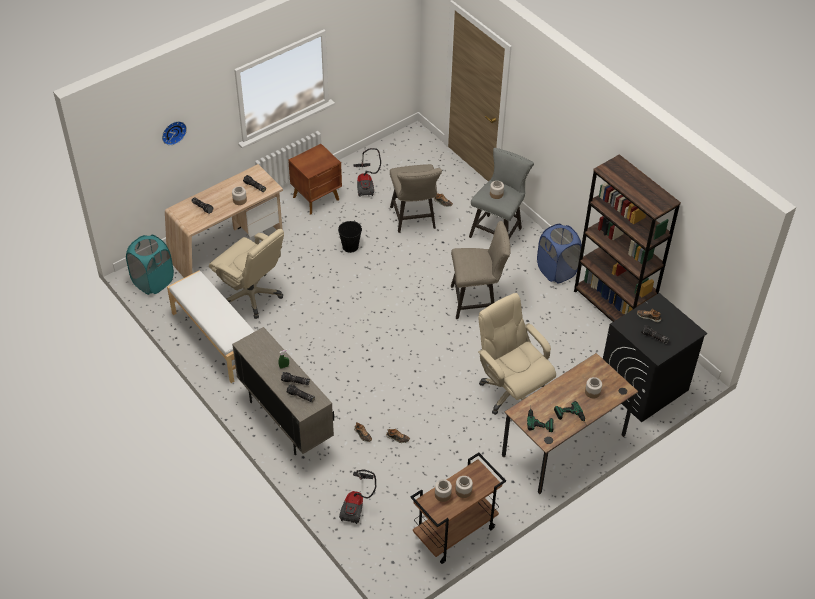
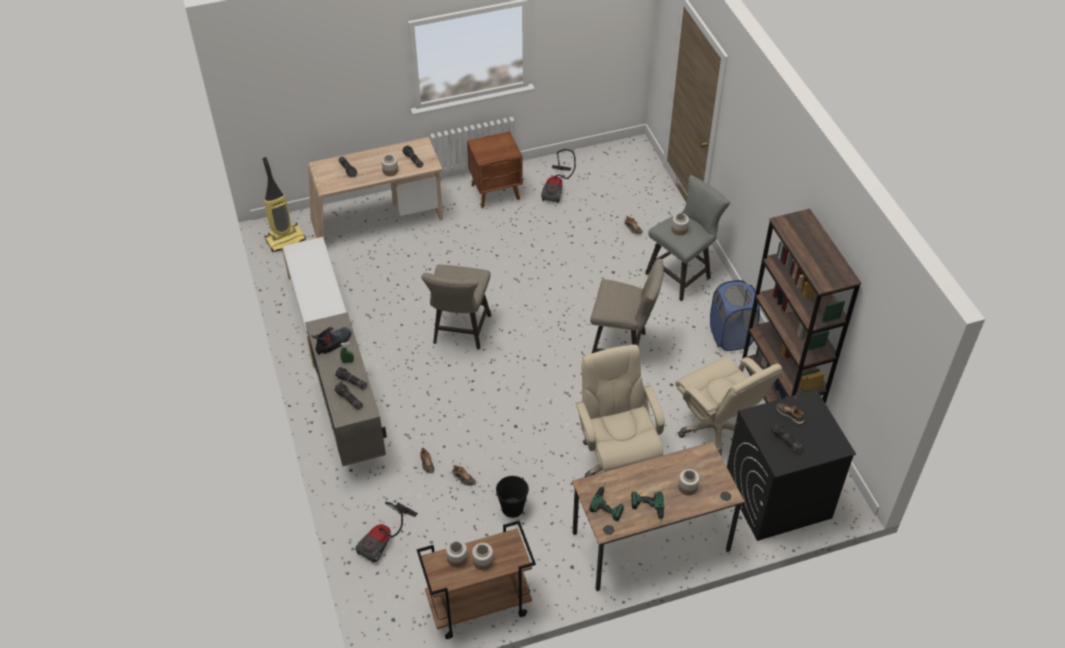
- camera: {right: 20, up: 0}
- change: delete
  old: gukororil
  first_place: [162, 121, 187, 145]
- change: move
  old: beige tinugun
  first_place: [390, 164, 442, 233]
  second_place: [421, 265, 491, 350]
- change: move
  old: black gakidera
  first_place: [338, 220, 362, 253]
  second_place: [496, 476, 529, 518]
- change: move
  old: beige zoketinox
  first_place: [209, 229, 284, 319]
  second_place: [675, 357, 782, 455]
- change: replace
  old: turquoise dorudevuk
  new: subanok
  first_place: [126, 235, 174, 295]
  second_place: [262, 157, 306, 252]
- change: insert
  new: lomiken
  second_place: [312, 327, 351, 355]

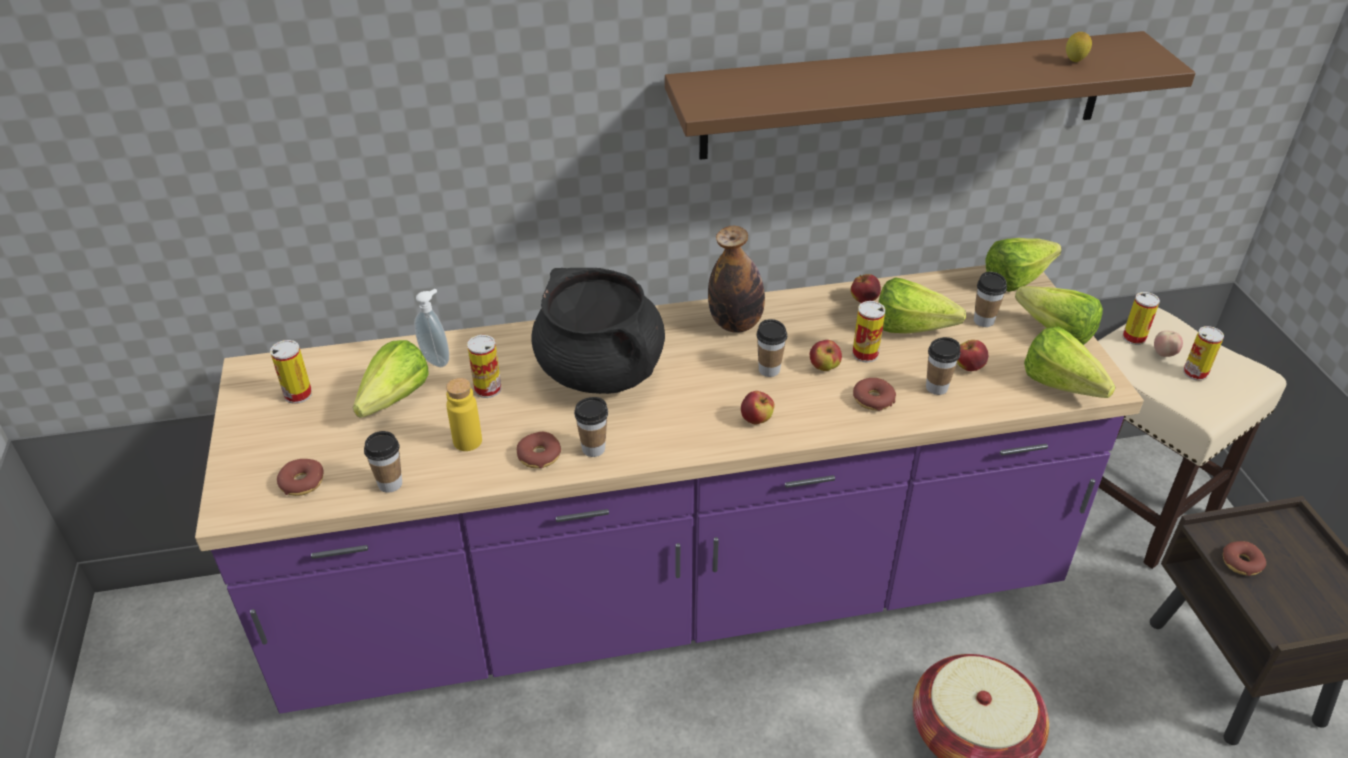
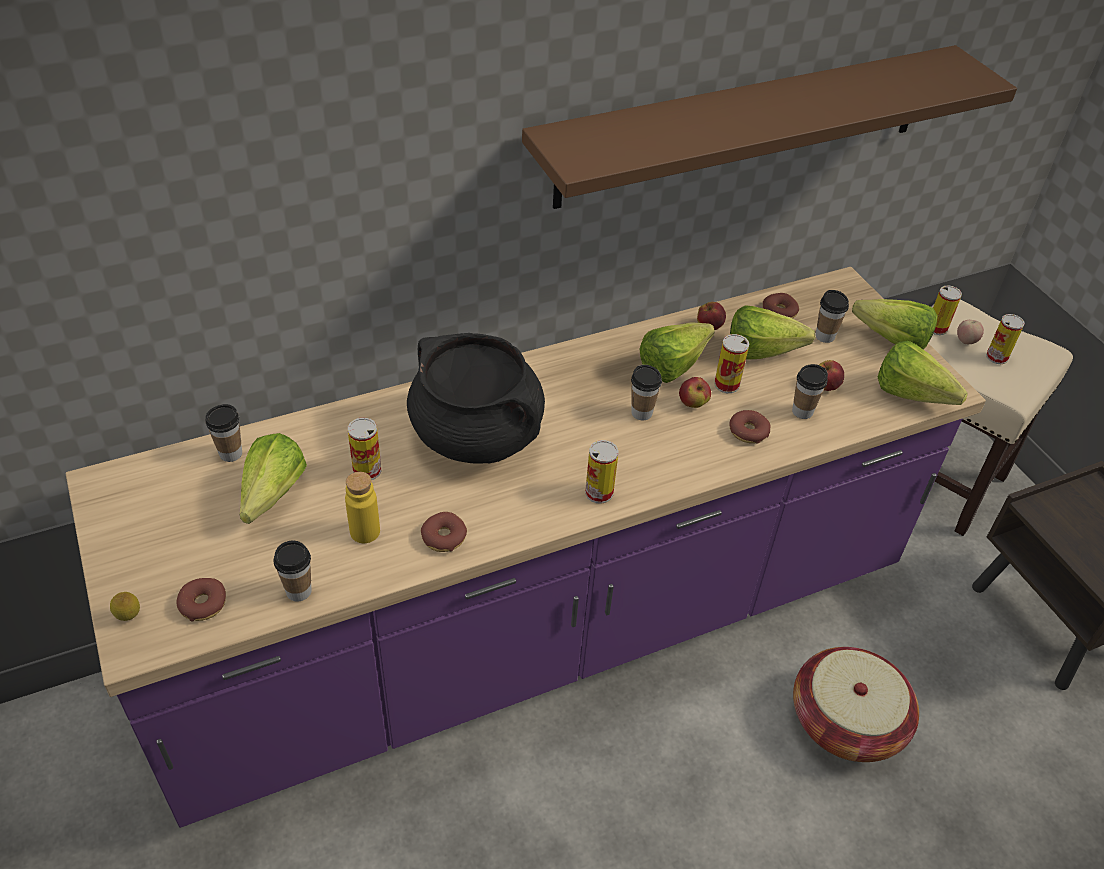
- camera: {right: -15, up: 5}
- change: move
  old: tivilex
  first_place: [1066, 32, 1092, 62]
  second_place: [110, 592, 140, 621]
- change: delete
  old: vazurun
  first_place: [708, 226, 765, 333]
- change: move
  old: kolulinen
  first_place: [986, 238, 1061, 292]
  second_place: [639, 322, 715, 383]
- change: delete
  old: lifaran
  first_place: [414, 289, 449, 367]
- change: move
  old: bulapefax
  first_place: [270, 340, 312, 404]
  second_place: [585, 440, 618, 504]
- change: delete
  old: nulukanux
  first_place: [741, 391, 775, 424]
- change: move
  old: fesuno
  first_place: [574, 397, 608, 457]
  second_place: [205, 404, 242, 462]
- change: move
  old: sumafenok
  first_place: [1223, 541, 1266, 576]
  second_place: [763, 293, 799, 318]

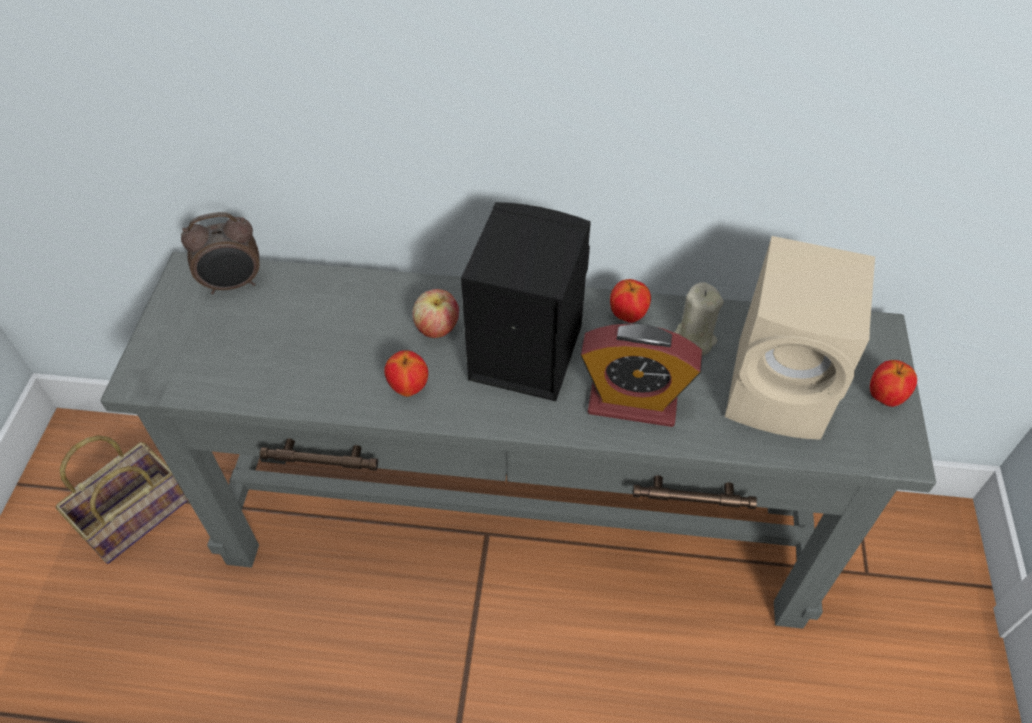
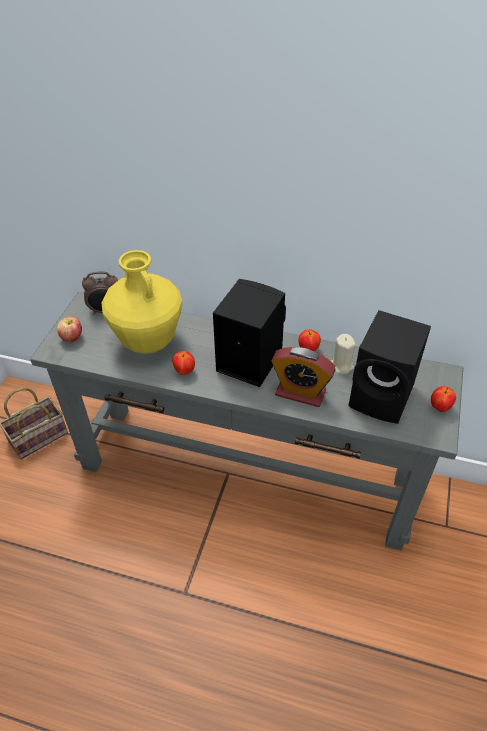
- camera: {right: 10, up: -5}
- change: recolor
  old: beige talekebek
  new: black talekebek
  first_place: [725, 236, 875, 440]
  second_place: [348, 310, 431, 424]
- change: move
  old: nulukanux
  first_place: [413, 289, 459, 338]
  second_place: [57, 316, 82, 342]
- change: insert
  new: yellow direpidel
  second_place: [101, 250, 182, 354]

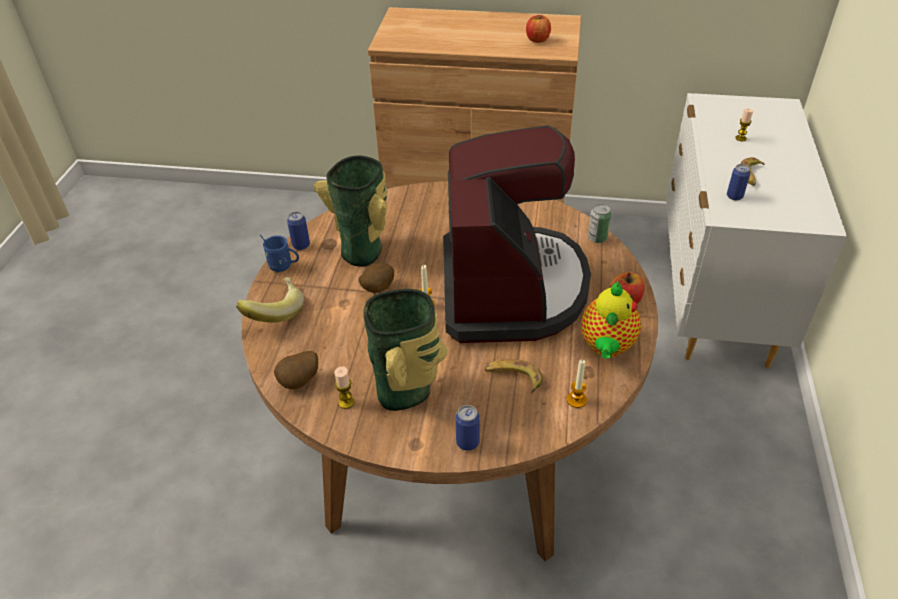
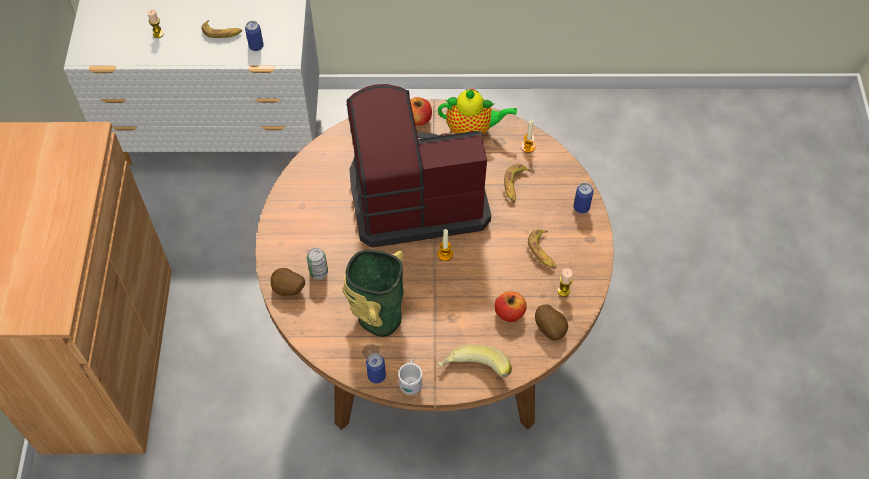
- camera: {right: -100, up: 15}
- change: move
  old: nulukanux
  first_place: [526, 15, 551, 43]
  second_place: [495, 291, 526, 322]
- change: move
  old: bulapefax
  first_place: [588, 204, 611, 243]
  second_place: [307, 248, 328, 280]
- change: recolor
  old: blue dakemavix
  new: white dakemavix
  first_place: [260, 235, 299, 272]
  second_place: [398, 359, 422, 395]
- change: move
  old: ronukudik
  first_place: [358, 263, 394, 293]
  second_place: [271, 268, 305, 296]
- change: replace
  old: direpidel
  new: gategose
  first_place: [363, 289, 448, 411]
  second_place: [528, 229, 556, 269]

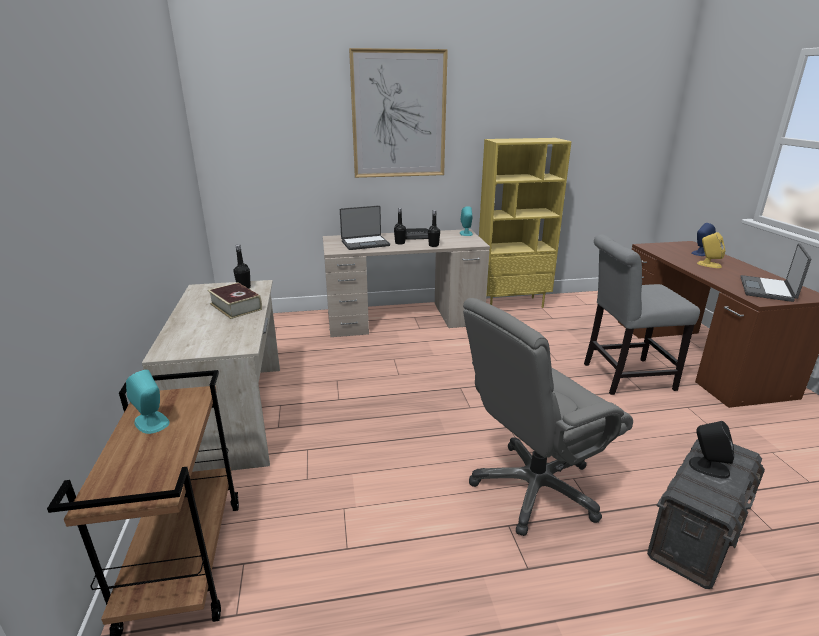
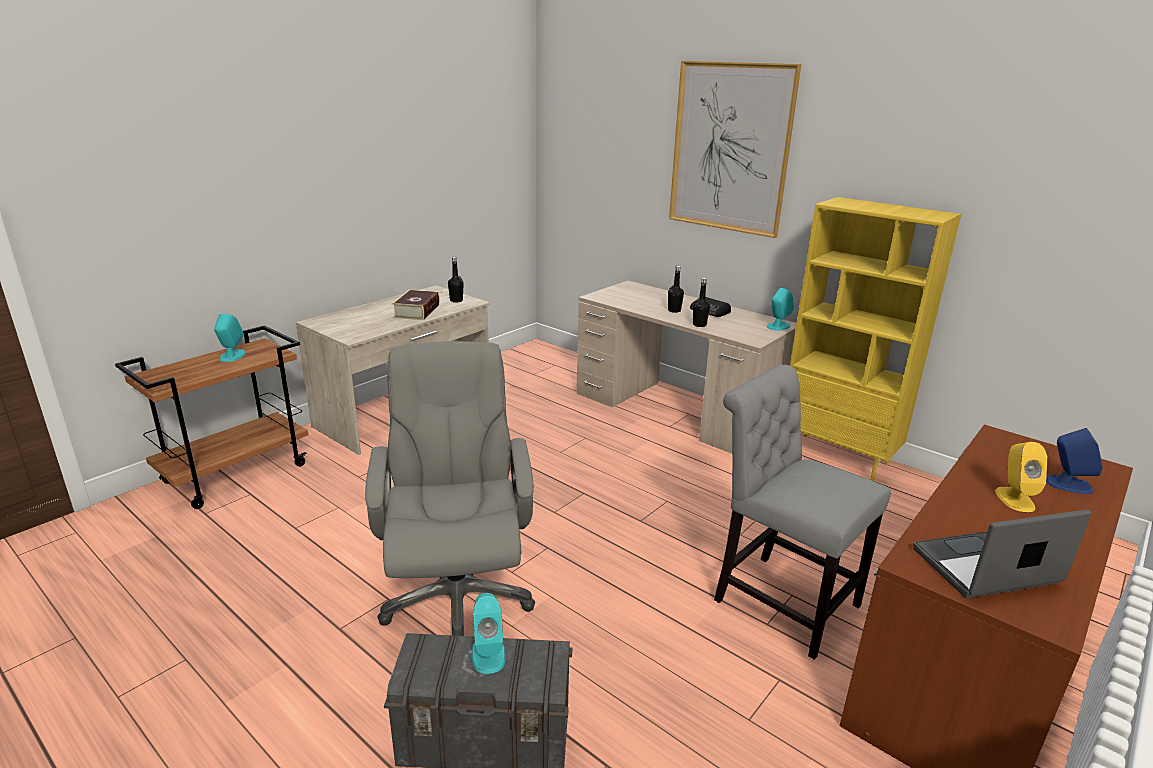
- camera: {right: 50, up: 0}
- change: delete
  old: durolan
  first_place: [340, 206, 390, 250]
- change: rotate
  old: grey zoketinox
  first_place: [463, 298, 633, 536]
  second_place: [365, 341, 535, 636]
  degrees: 60
- change: recolor
  old: black talekebek
  new: turquoise talekebek
  first_place: [689, 421, 734, 479]
  second_place: [472, 593, 506, 674]

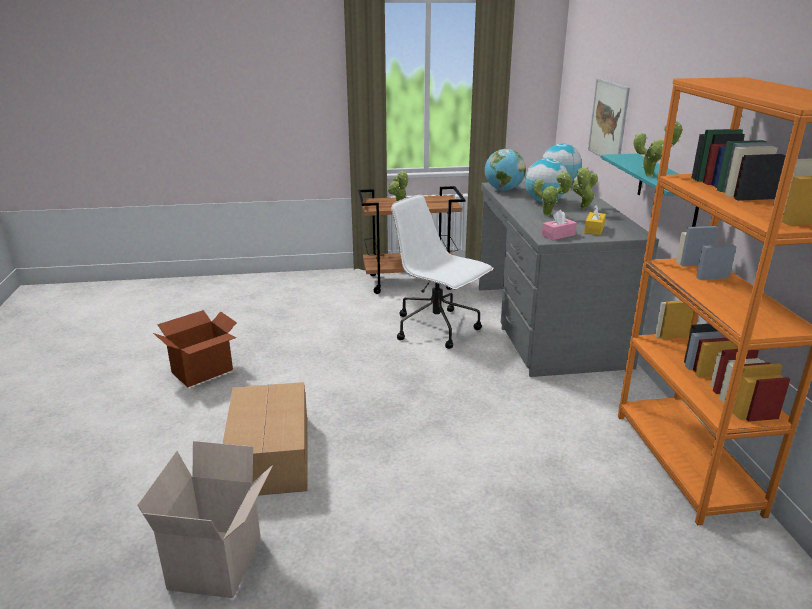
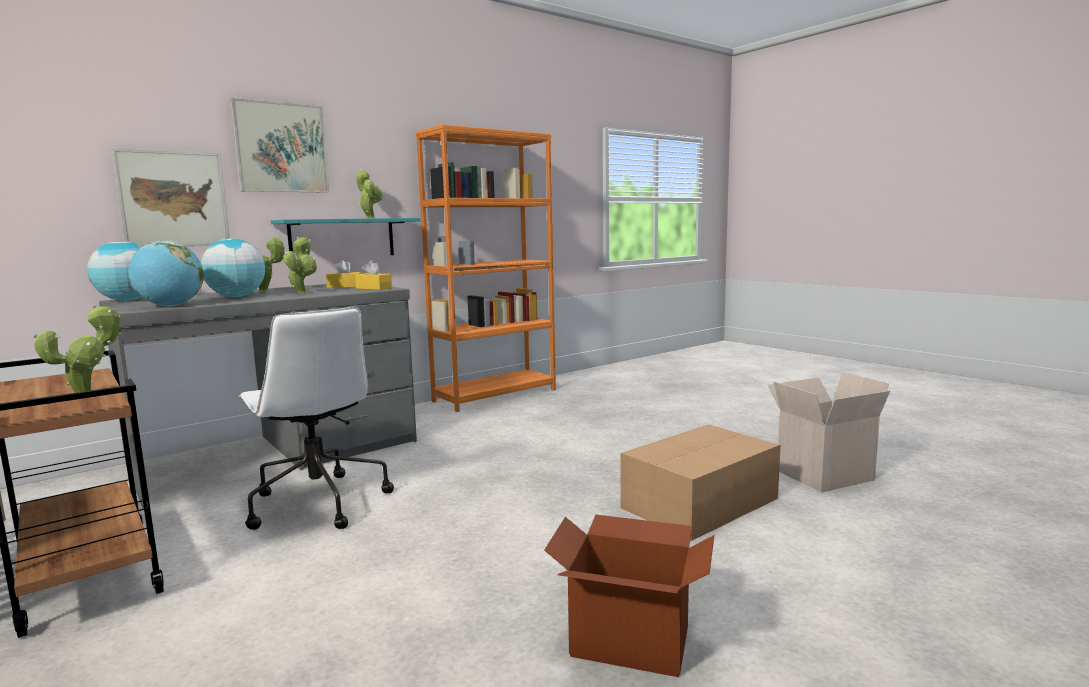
- camera: {right: -120, up: -15}
- change: rotate
  old: white zoketinox
  first_place: [391, 195, 494, 349]
  second_place: [238, 307, 394, 530]
  degrees: -45
- change: recolor
  old: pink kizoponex
  new: yellow kizoponex
  first_place: [542, 210, 577, 240]
  second_place: [355, 261, 392, 290]
- change: insert
  new: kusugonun
  second_place: [230, 98, 329, 193]

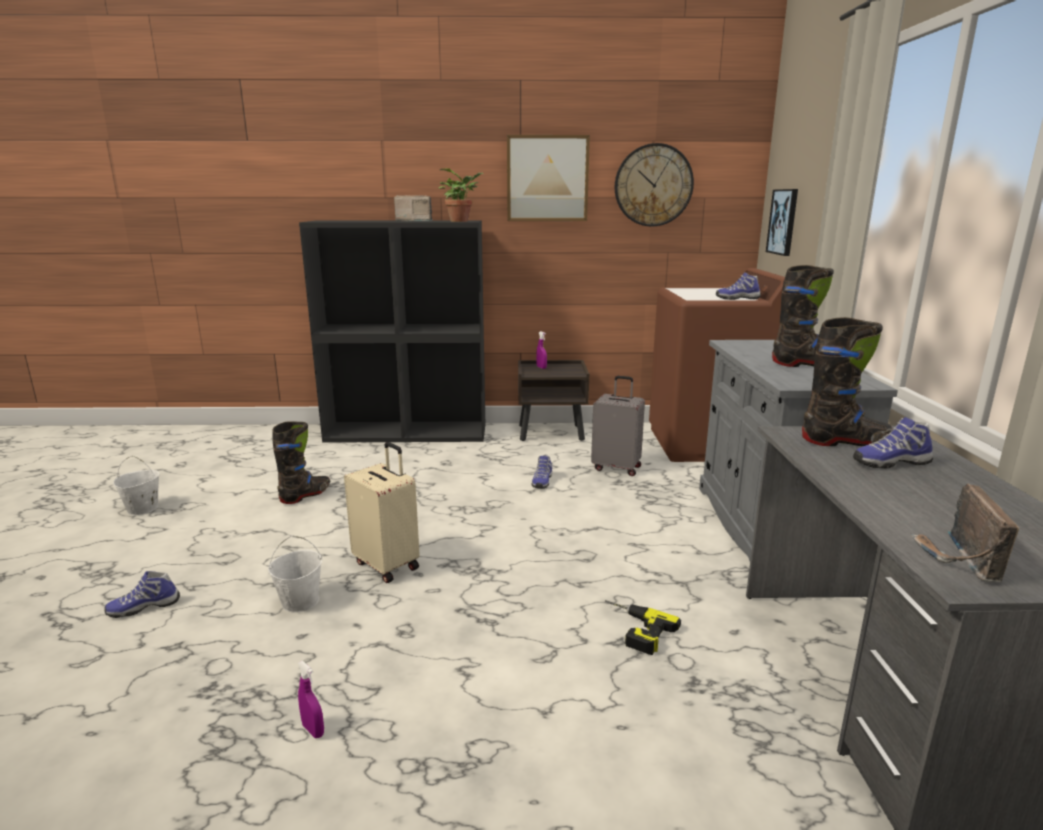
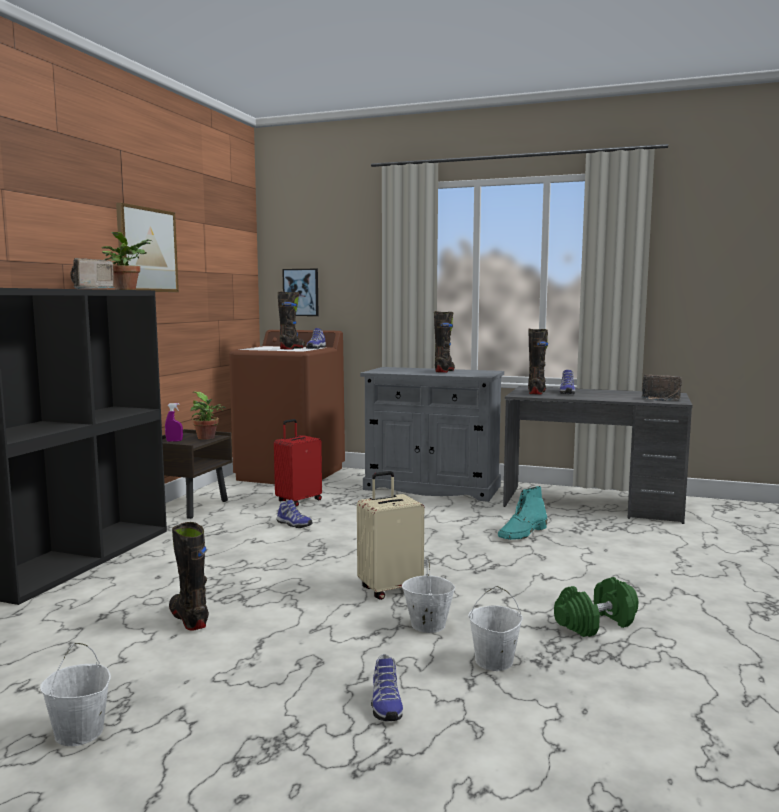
- camera: {right: -70, up: -10}
- change: delete
  old: gukororil
  first_place: [615, 143, 694, 227]
- change: recolor
  old: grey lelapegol
  new: red lelapegol
  first_place: [591, 376, 645, 476]
  second_place: [274, 419, 322, 507]
- change: replace
  old: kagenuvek
  new: turquoise lomiken
  first_place: [605, 600, 681, 655]
  second_place: [498, 486, 547, 540]
- change: replace
  old: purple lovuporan
  new: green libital
  first_place: [298, 661, 324, 738]
  second_place: [554, 577, 639, 637]
- change: insert
  new: black lomiken
  second_place: [278, 291, 305, 350]
- change: insert
  new: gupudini
  second_place: [190, 391, 226, 440]
- change: insert
  new: white gakidera
  second_place: [468, 586, 523, 671]

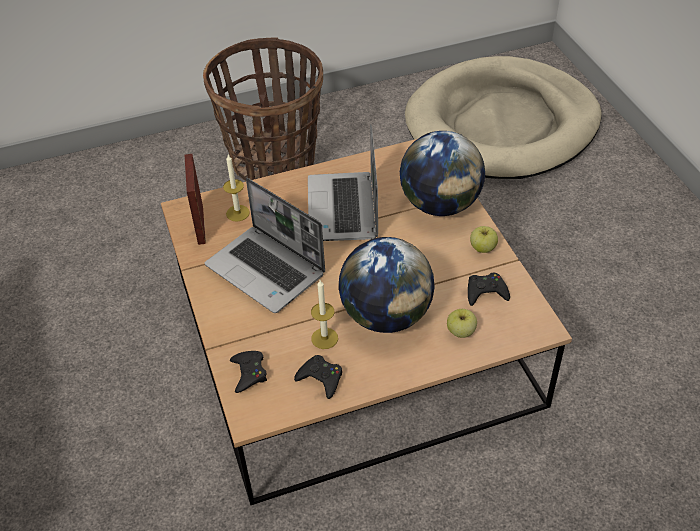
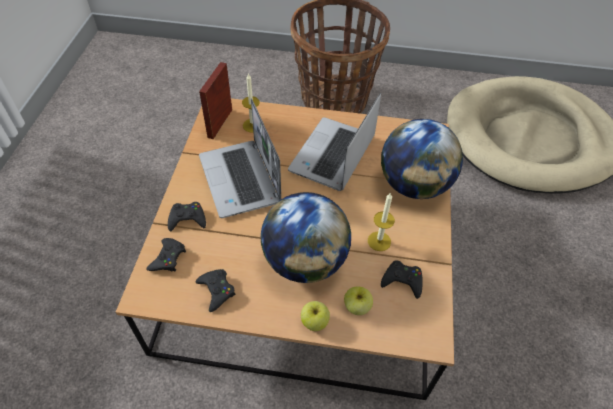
- camera: {right: 25, up: 5}
- change: move
  old: nulukanux
  first_place: [470, 226, 498, 253]
  second_place: [301, 301, 330, 331]
- change: move
  old: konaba
  first_place: [311, 280, 338, 349]
  second_place: [368, 192, 395, 251]
- change: insert
  new: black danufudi
  second_place: [168, 202, 206, 231]

